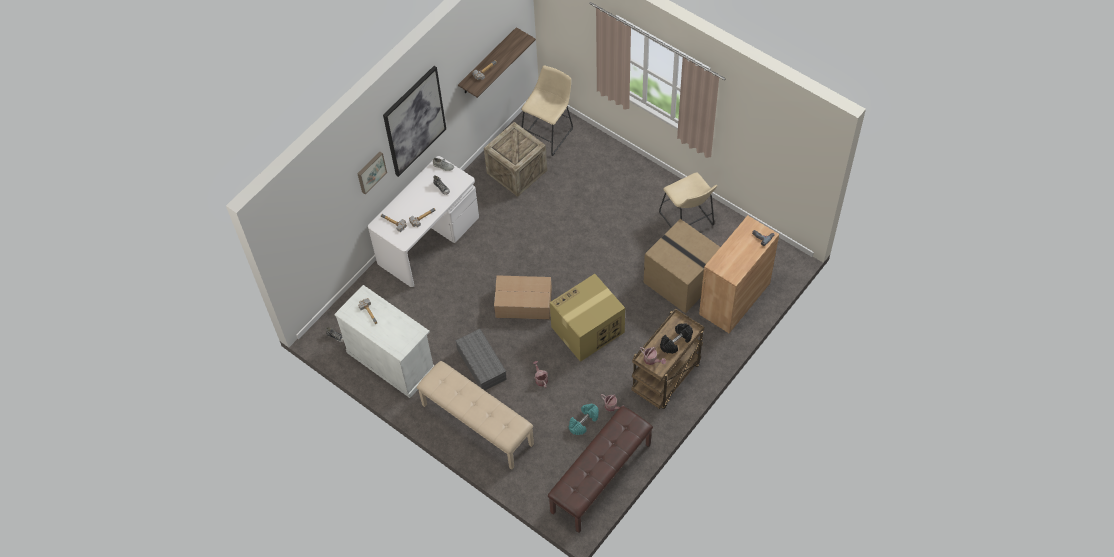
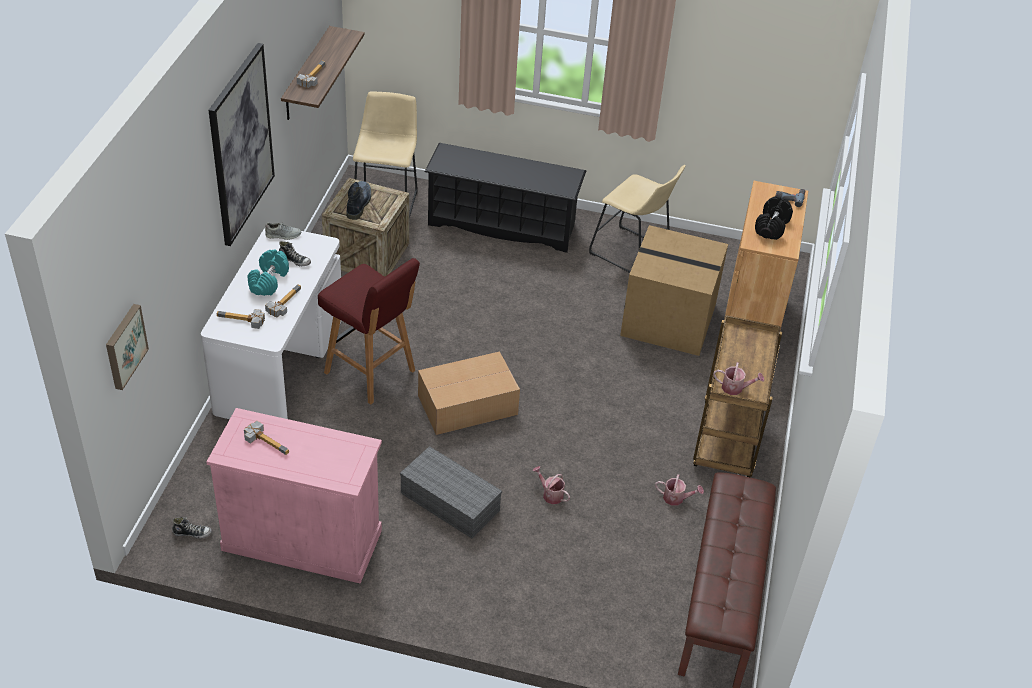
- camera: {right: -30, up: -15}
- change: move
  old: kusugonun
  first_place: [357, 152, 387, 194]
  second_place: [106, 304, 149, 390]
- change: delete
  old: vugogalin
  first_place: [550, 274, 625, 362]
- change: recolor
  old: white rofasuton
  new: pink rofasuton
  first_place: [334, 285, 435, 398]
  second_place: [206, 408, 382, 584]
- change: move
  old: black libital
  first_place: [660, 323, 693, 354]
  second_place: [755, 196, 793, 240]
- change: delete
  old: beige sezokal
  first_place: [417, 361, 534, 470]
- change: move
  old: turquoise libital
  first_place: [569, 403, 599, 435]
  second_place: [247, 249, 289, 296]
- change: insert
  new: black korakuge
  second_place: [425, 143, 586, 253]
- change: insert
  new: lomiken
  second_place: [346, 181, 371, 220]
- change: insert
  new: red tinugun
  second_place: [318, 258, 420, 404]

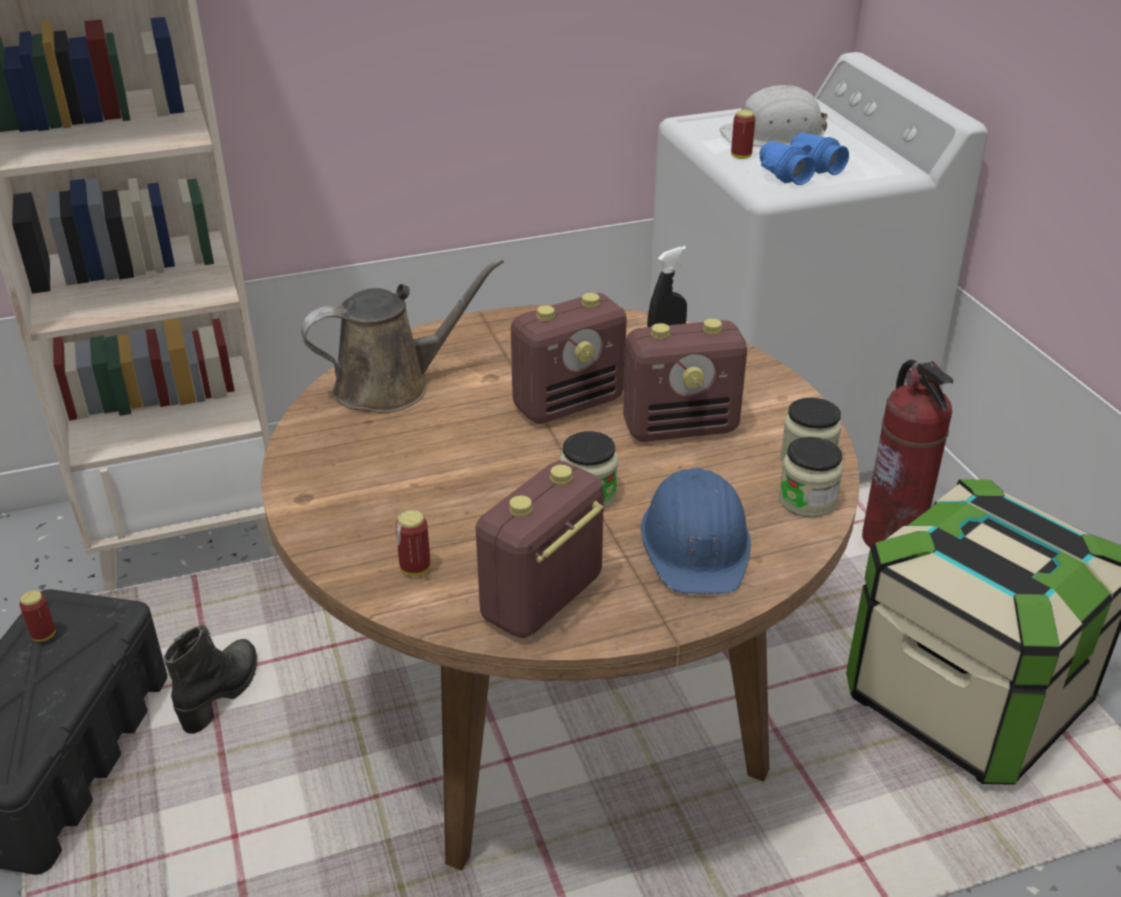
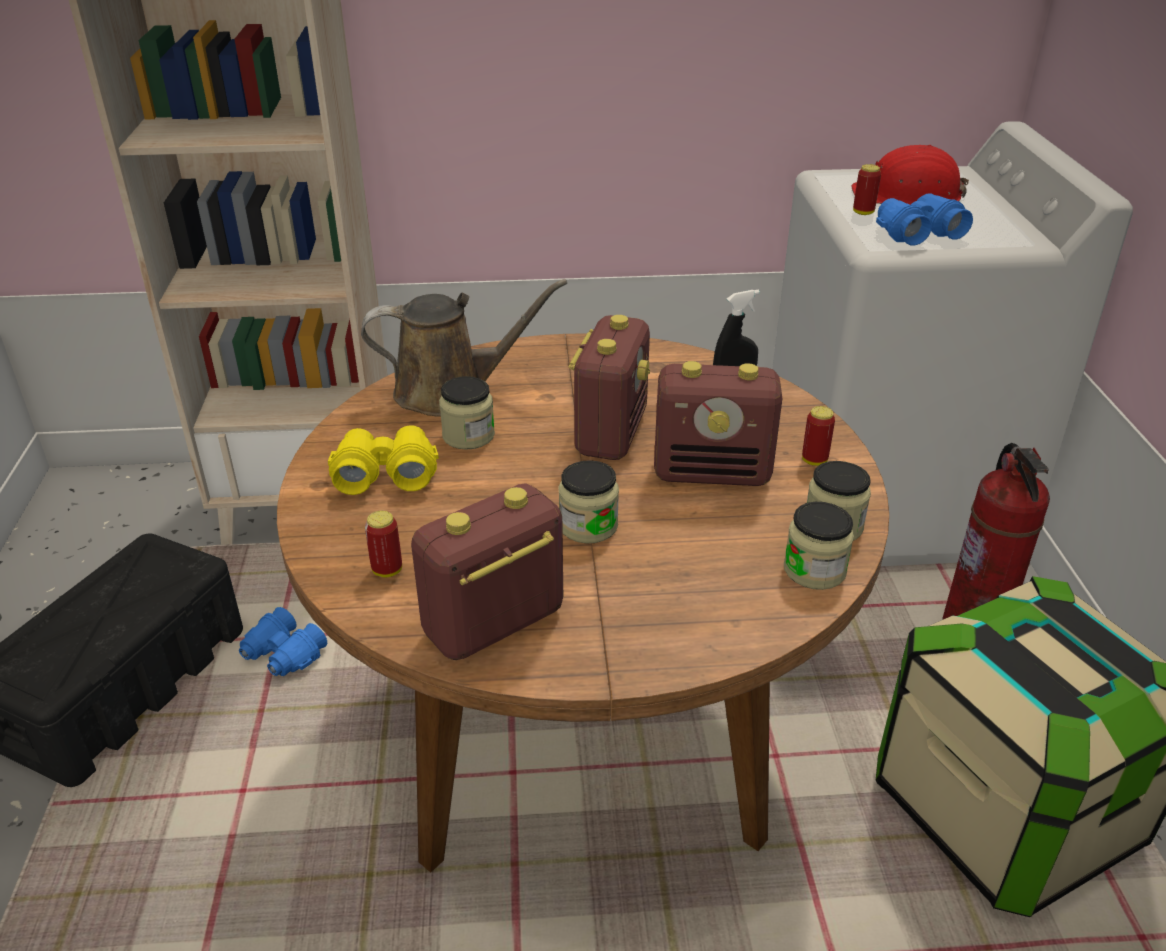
- camera: {right: 15, up: 0}
- change: recolor
  old: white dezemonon
  new: red dezemonon
  first_place: [720, 84, 828, 147]
  second_place: [851, 145, 969, 205]
- change: rotate
  old: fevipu
  first_place: [511, 293, 627, 424]
  second_place: [569, 315, 650, 460]
  degrees: -60
- change: delete
  old: blue dezemonon
  first_place: [641, 468, 751, 594]
- change: move
  old: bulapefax
  first_place: [20, 590, 55, 642]
  second_place: [802, 406, 835, 466]
- change: replace
  old: black lomiken
  new: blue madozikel
  first_place: [164, 625, 257, 734]
  second_place: [239, 607, 327, 676]
- change: insert
  new: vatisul
  second_place: [439, 376, 495, 450]
- change: insert
  new: yellow madozikel
  second_place: [328, 425, 439, 495]

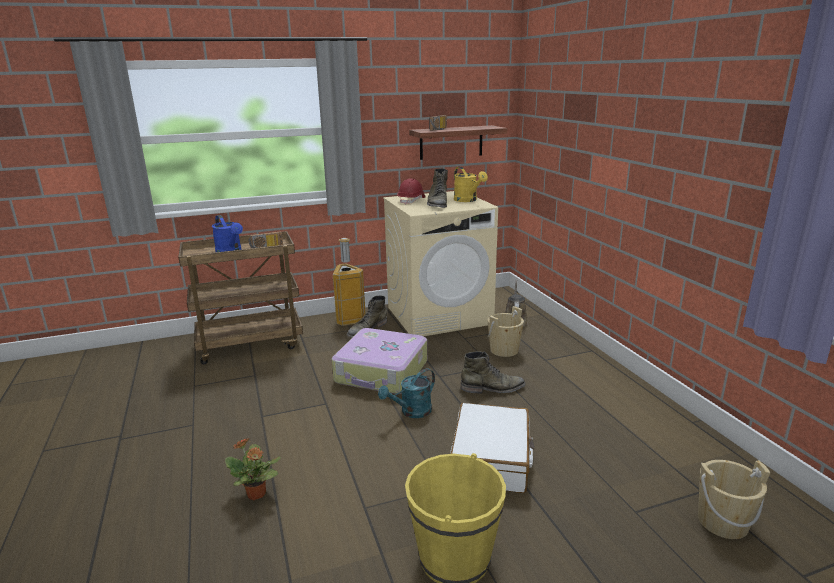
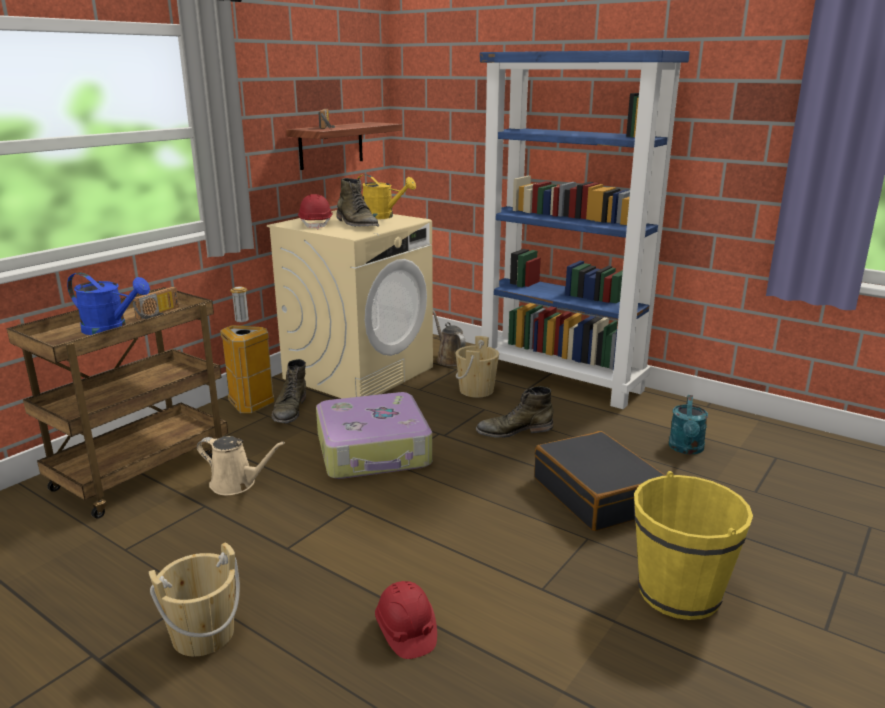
- camera: {right: -35, up: 0}
- change: rotate
  old: green lomiken
  first_place: [460, 351, 526, 394]
  second_place: [476, 386, 553, 438]
  degrees: -150
- change: move
  old: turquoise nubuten
  first_place: [378, 368, 435, 418]
  second_place: [669, 395, 708, 454]
- change: recolor
  old: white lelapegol
  new: black lelapegol
  first_place: [450, 403, 534, 493]
  second_place: [534, 431, 666, 531]
- change: replace
  old: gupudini
  new: red dezemonon
  first_place: [225, 438, 281, 500]
  second_place: [375, 581, 437, 659]
- change: move
  old: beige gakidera
  first_place: [698, 460, 770, 539]
  second_place: [149, 542, 240, 656]
- change: insert
  new: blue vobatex
  second_place: [480, 50, 690, 409]
- change: insert
  new: beige nubuten
  second_place: [197, 436, 285, 495]

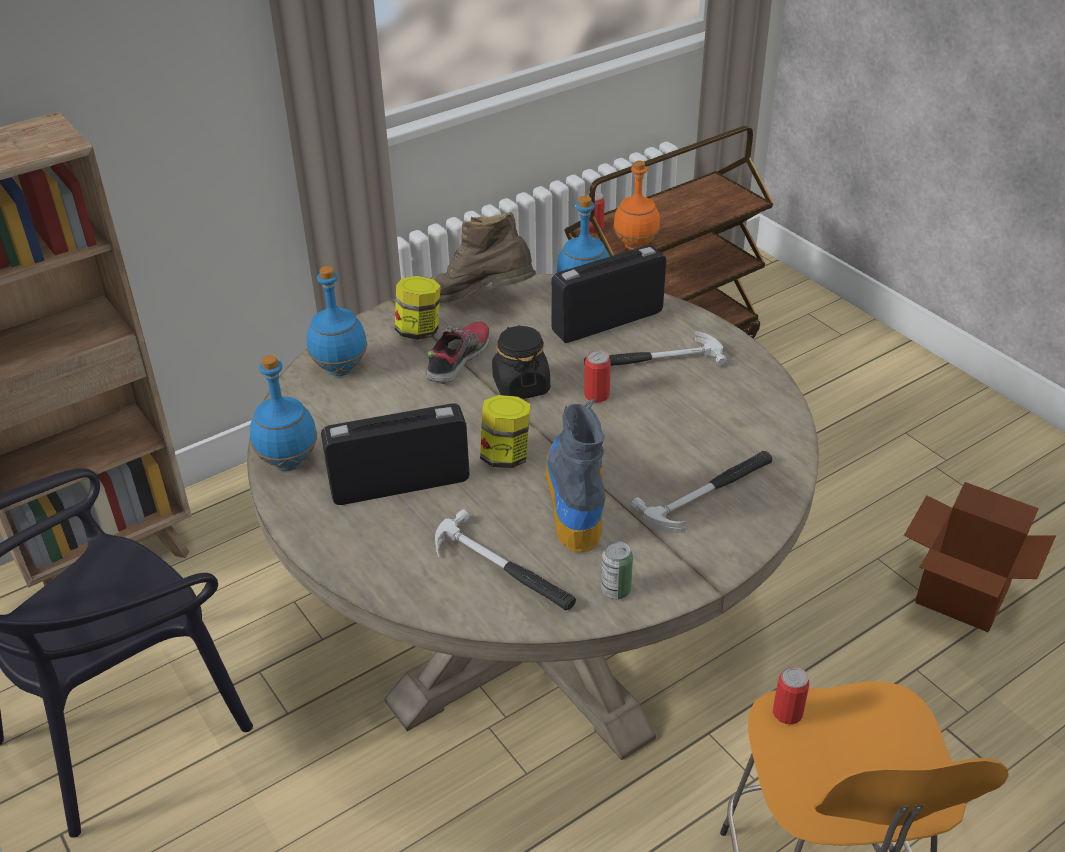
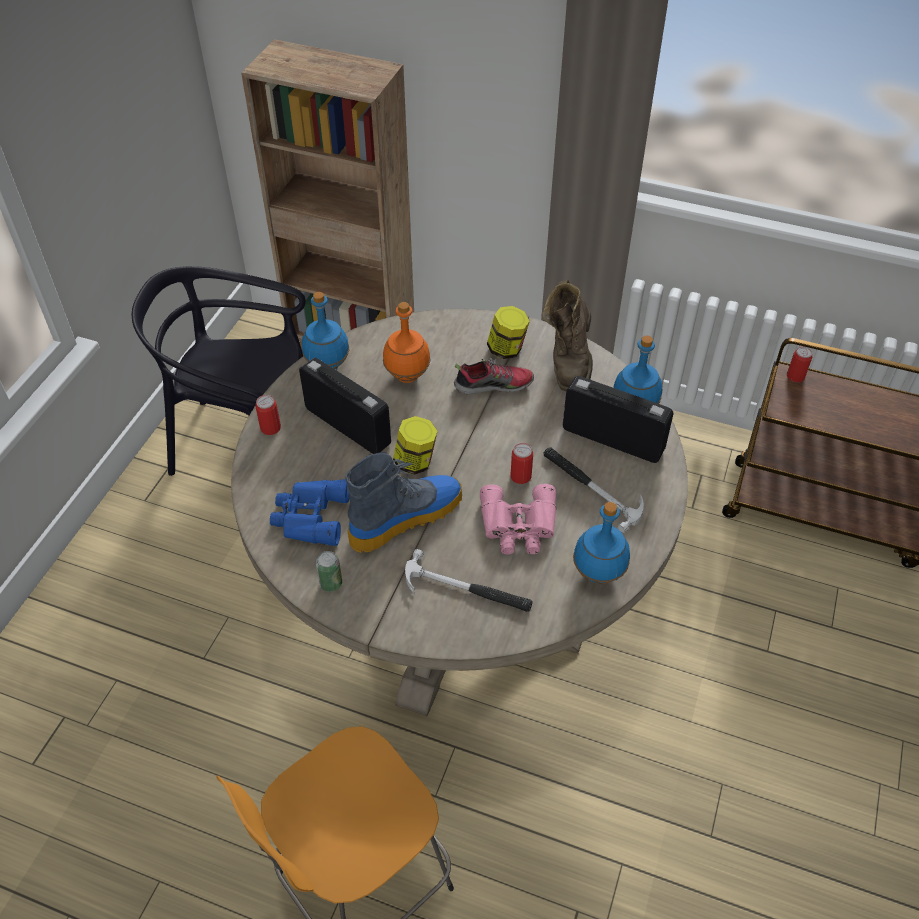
- camera: {right: 55, up: 10}
- change: move
  old: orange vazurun
  first_place: [613, 160, 660, 250]
  second_place: [383, 302, 430, 383]
- change: rotate
  old: brown lomiken
  first_place: [431, 212, 536, 303]
  second_place: [542, 280, 593, 391]
  degrees: -150
- change: move
  old: blue vazurun
  first_place: [307, 266, 368, 376]
  second_place: [573, 502, 630, 584]
- change: delete
  old: black vatisul
  first_place: [492, 325, 550, 399]
- change: delete
  old: vugogalin
  first_place: [904, 482, 1056, 632]
- change: replace
  old: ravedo
  new: blue madozikel
  first_place: [435, 509, 576, 610]
  second_place: [270, 479, 349, 546]
- change: move
  old: bulapefax
  first_place: [773, 666, 809, 725]
  second_place: [255, 395, 281, 435]
- change: insert
  new: pink madozikel
  second_place: [480, 484, 557, 555]

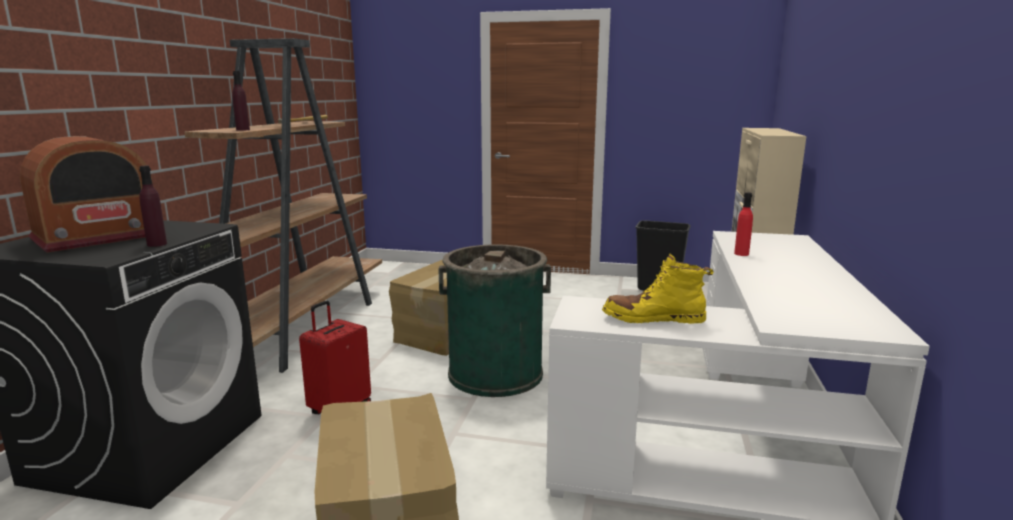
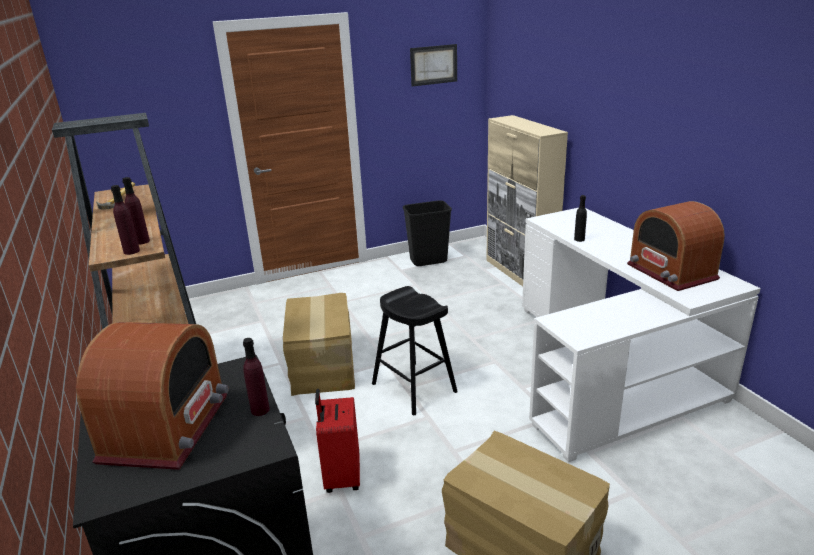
- camera: {right: -35, up: 10}
- change: recolor
  old: red vazurun
  new: black vazurun
  first_place: [734, 192, 753, 256]
  second_place: [574, 195, 587, 242]
- change: replace
  old: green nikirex
  new: black tinugun
  first_place: [438, 244, 551, 397]
  second_place: [372, 286, 458, 415]
- change: delete
  old: yellow lomiken
  first_place: [602, 253, 714, 324]
- change: insert
  new: kusugonun
  second_place: [410, 44, 457, 87]
- change: insert
  new: purple vazurun
  second_place: [111, 185, 140, 255]
- change: insert
  new: fevipu
  second_place: [627, 201, 725, 291]

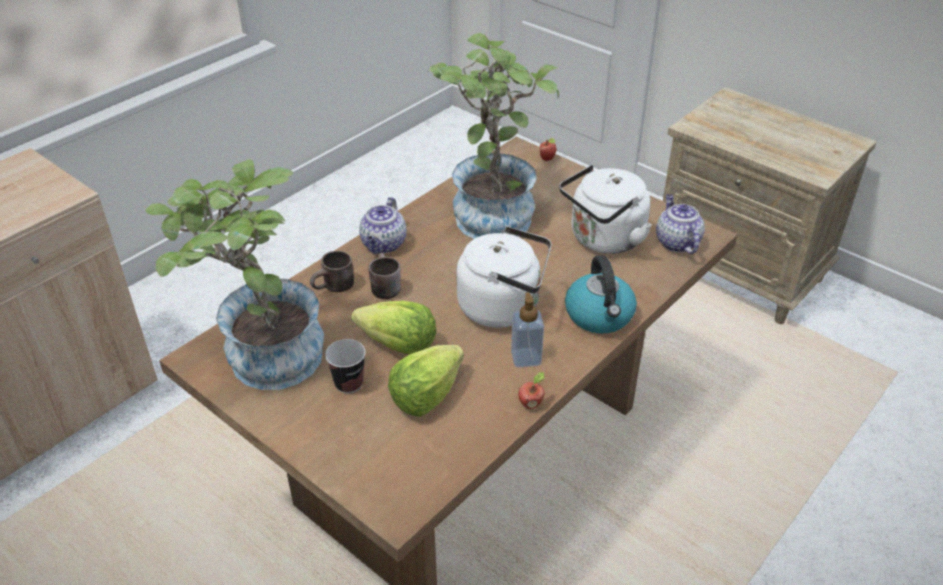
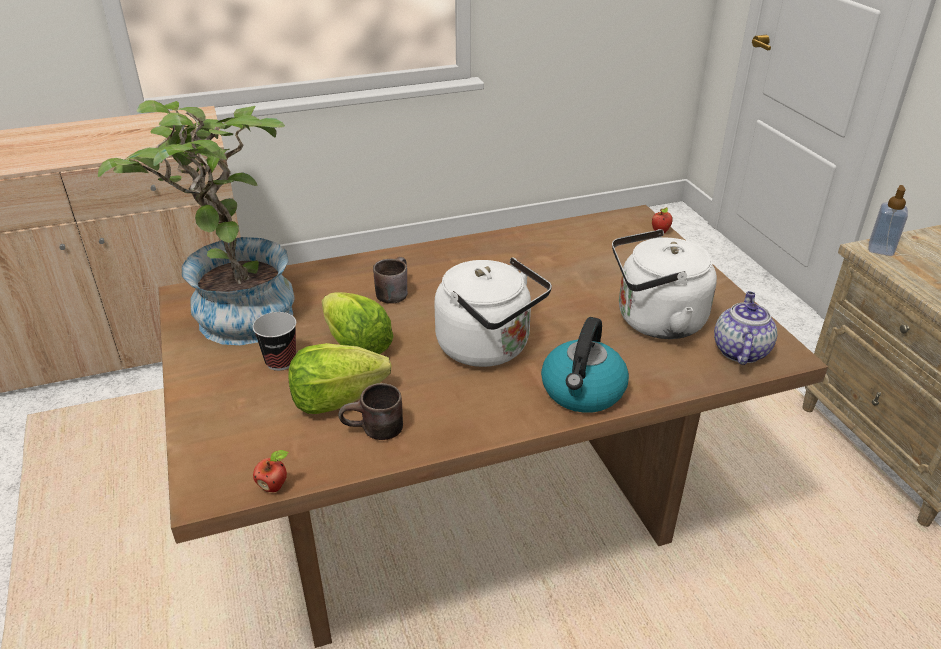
- camera: {right: 30, up: -5}
- change: delete
  old: gupudini
  first_place: [429, 33, 559, 239]
- change: delete
  old: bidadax
  first_place: [359, 197, 407, 254]
- change: move
  old: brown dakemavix
  first_place: [310, 251, 354, 292]
  second_place: [339, 383, 403, 440]
- change: move
  old: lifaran
  first_place: [511, 292, 544, 368]
  second_place: [868, 185, 908, 256]
- change: move
  old: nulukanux
  first_place: [518, 372, 544, 409]
  second_place: [253, 450, 288, 492]

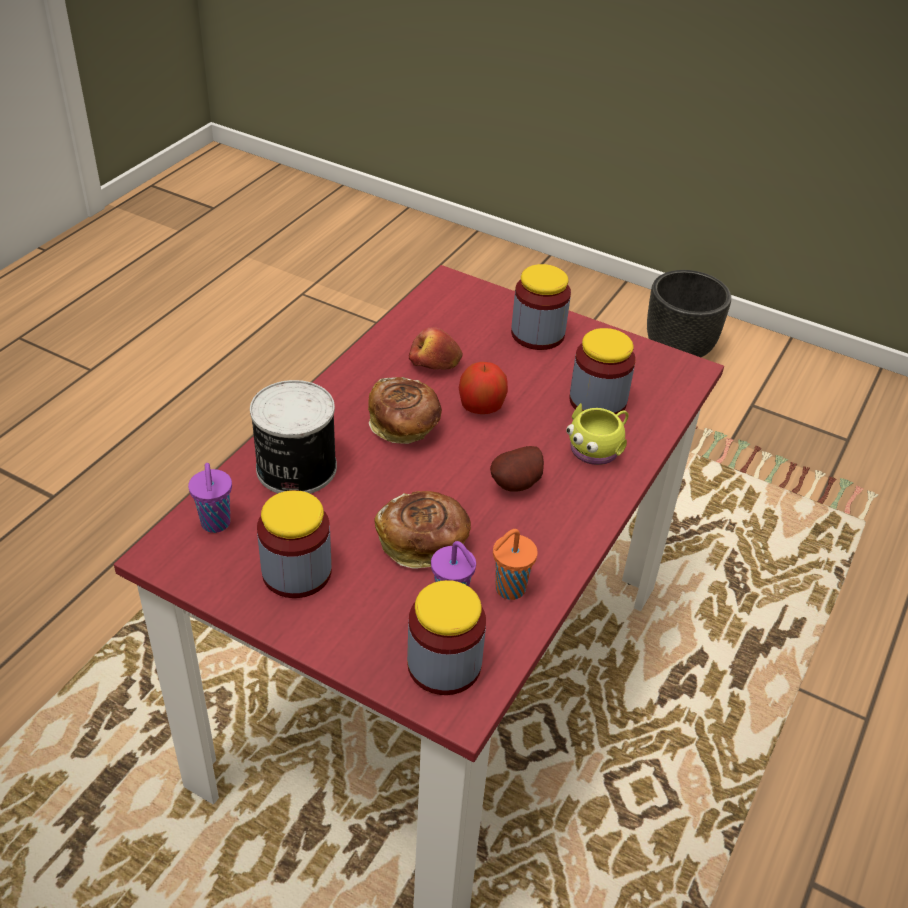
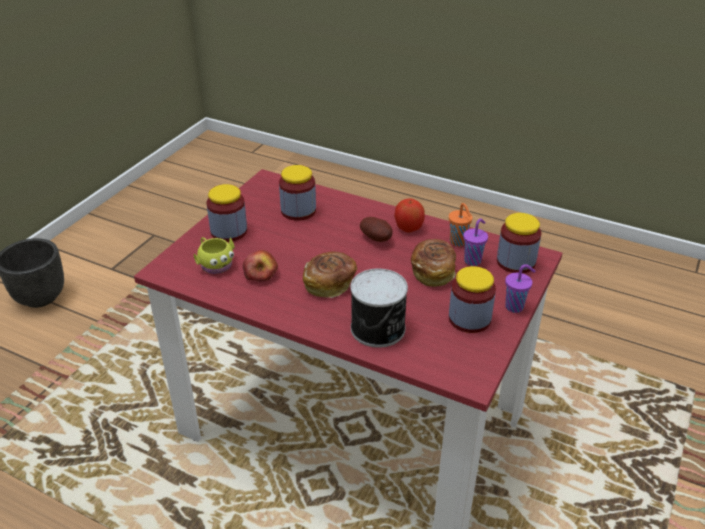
- camera: {right: -90, up: -5}
- change: move
  old: nulukanux
  first_place: [459, 362, 508, 414]
  second_place: [394, 198, 425, 233]
- change: move
  old: yellow dakemavix
  first_place: [566, 403, 629, 465]
  second_place: [194, 237, 235, 274]
- change: move
  old: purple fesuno
  first_place: [188, 463, 232, 533]
  second_place: [505, 264, 535, 313]

